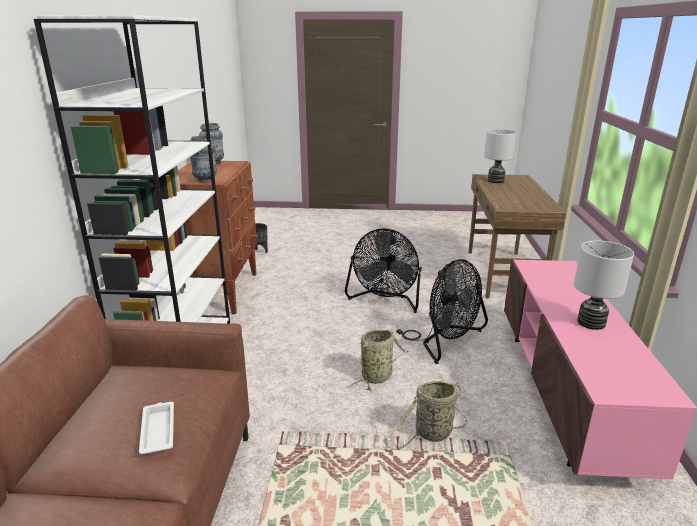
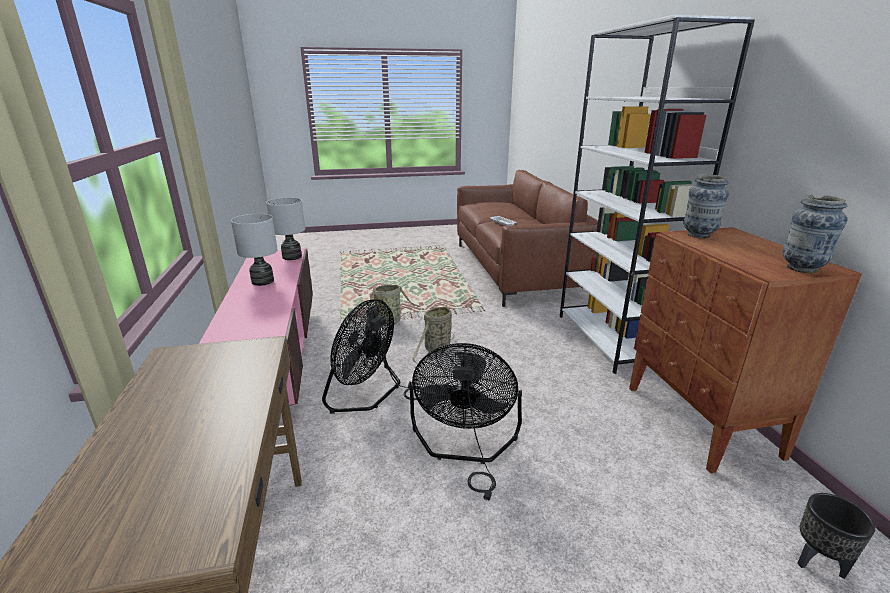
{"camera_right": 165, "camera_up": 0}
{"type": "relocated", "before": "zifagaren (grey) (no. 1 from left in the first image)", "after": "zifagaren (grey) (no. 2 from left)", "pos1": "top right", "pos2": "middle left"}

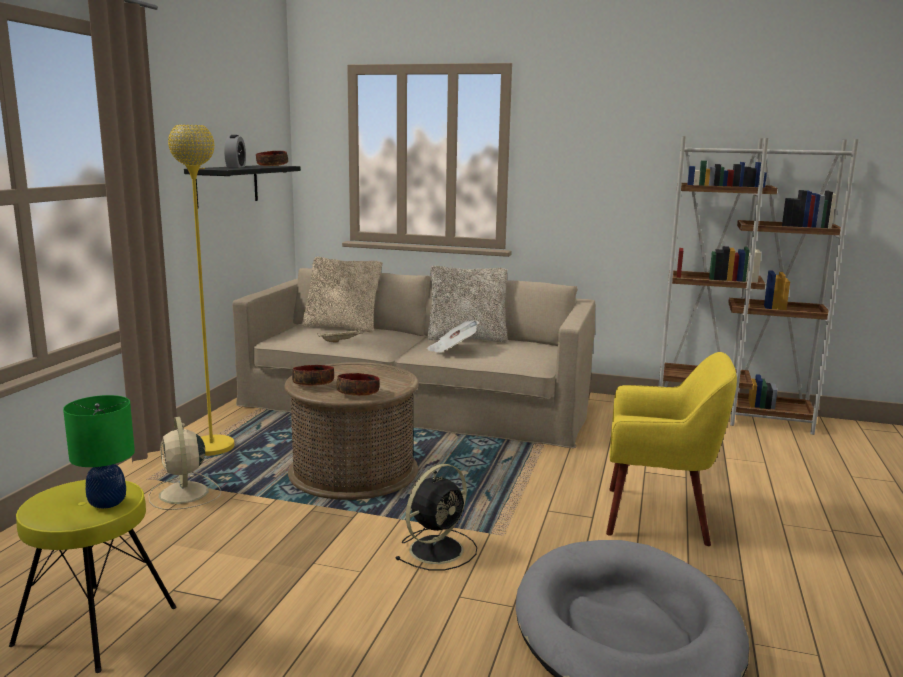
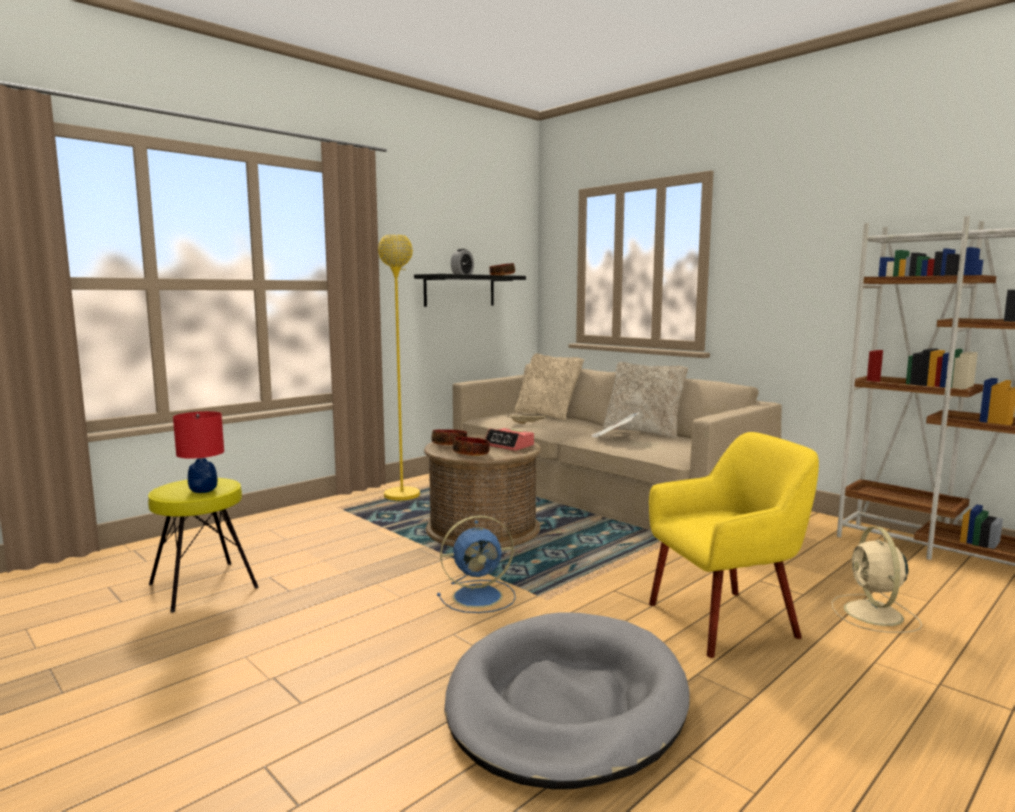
{"camera_right": 30, "camera_up": -5}
{"type": "spun", "before": "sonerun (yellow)", "pos1": "middle right", "pos2": "bottom right", "turn": -60}
{"type": "colour", "before": "zifagaren (green)", "after": "zifagaren (red)", "pos1": "bottom left", "pos2": "middle left"}
{"type": "relocated", "before": "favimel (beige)", "pos1": "bottom left", "pos2": "bottom right"}
{"type": "colour", "before": "favimel (black)", "after": "favimel (blue)", "pos1": "bottom centre", "pos2": "bottom centre"}
{"type": "appeared", "after": "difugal (no. 2 from left)", "pos2": "centre"}

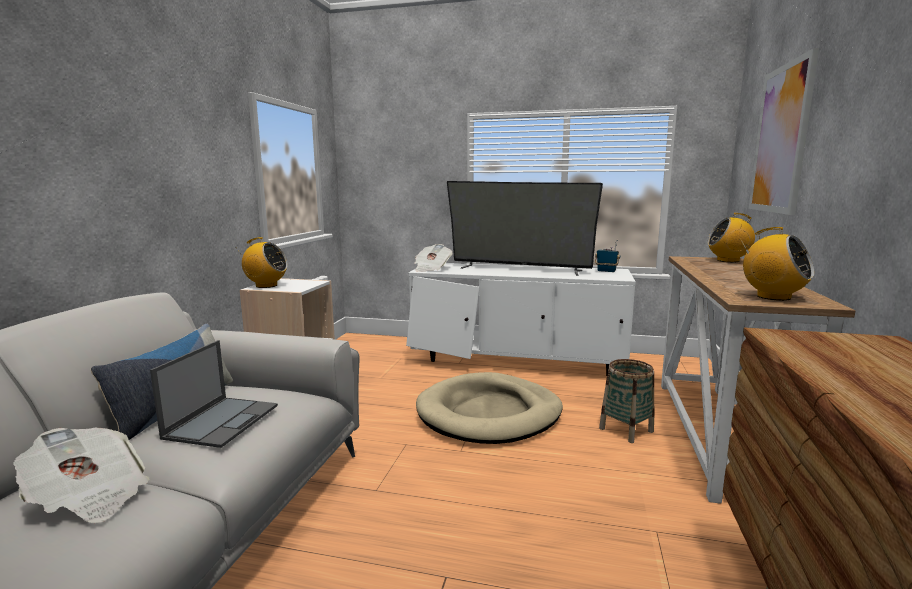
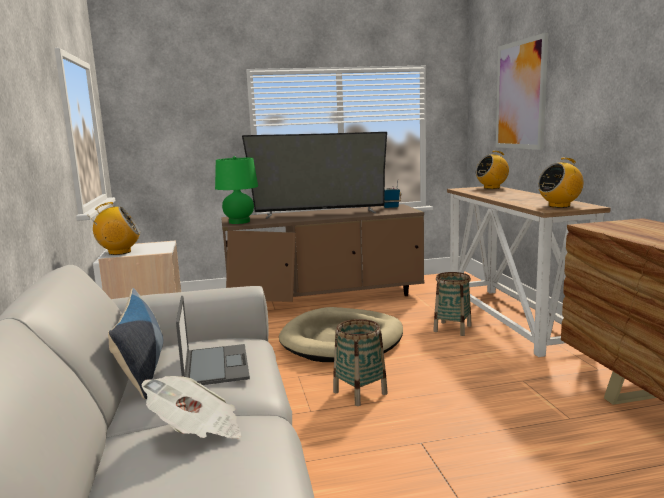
{"camera_right": -25, "camera_up": 0}
{"type": "spun", "before": "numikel (no. 4 from left)", "pos1": "middle right", "pos2": "middle right", "turn": 135}
{"type": "exchanged", "before": "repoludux (no. 2 from left)", "after": "zifagaren (green)", "pos1": "centre", "pos2": "centre"}
{"type": "colour", "before": "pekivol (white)", "after": "pekivol (brown)", "pos1": "centre", "pos2": "centre"}
{"type": "appeared", "after": "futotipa (no. 1 from left)", "pos2": "bottom centre"}

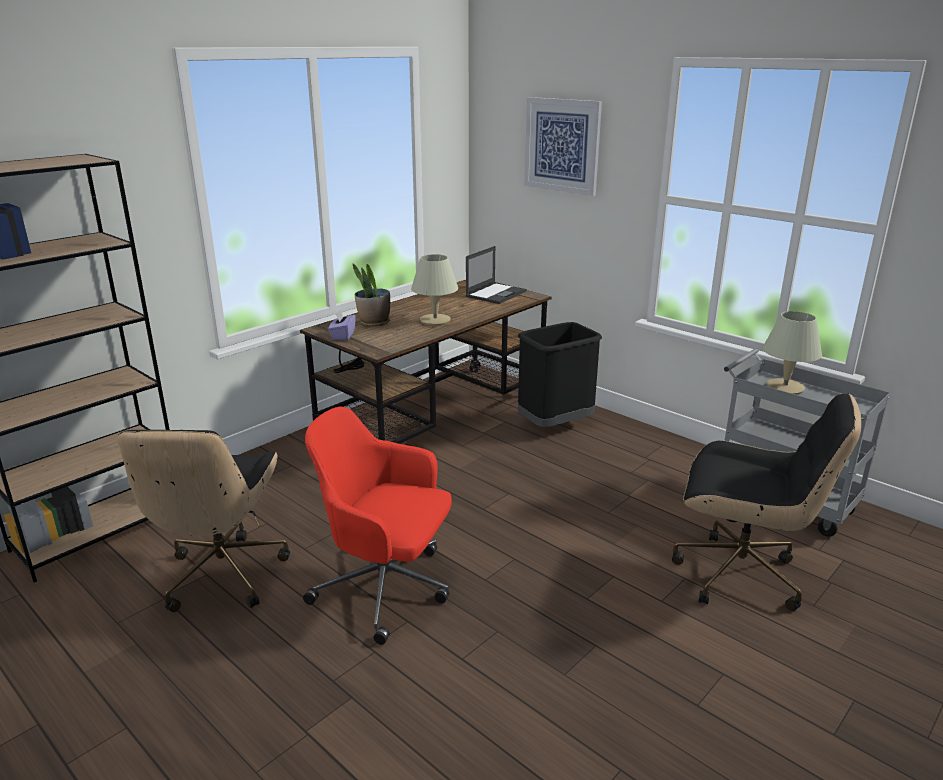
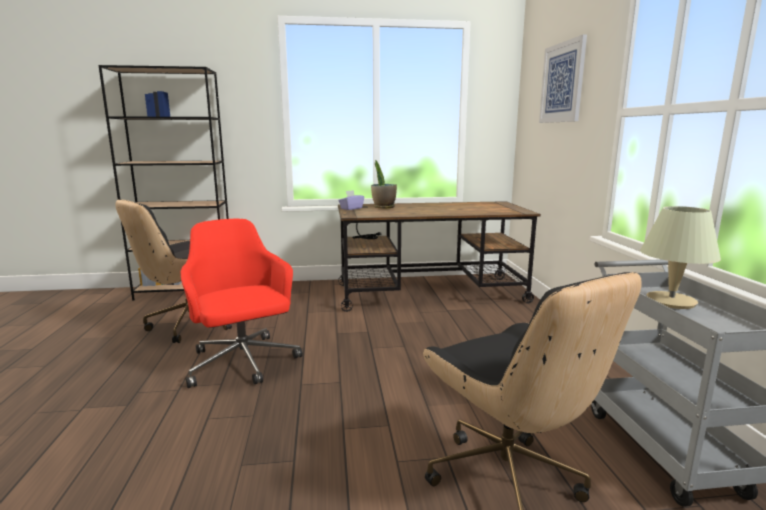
{"camera_right": 40, "camera_up": -10}
{"type": "missing", "before": "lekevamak", "pos1": "centre"}
{"type": "missing", "before": "zifagaren (beige) (no. 1 from left)", "pos1": "centre"}
{"type": "missing", "before": "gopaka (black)", "pos1": "centre"}

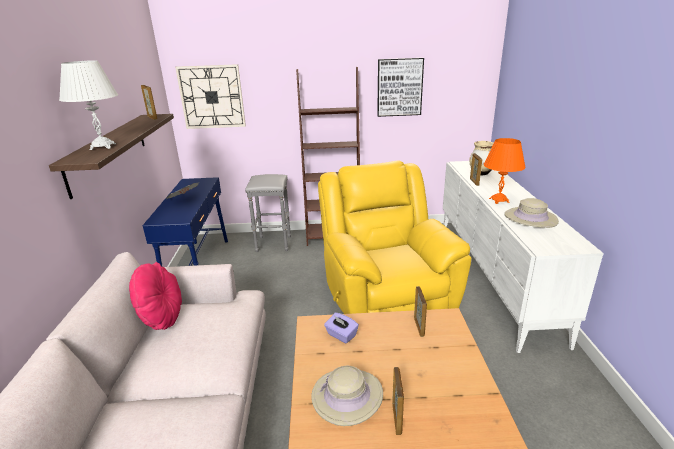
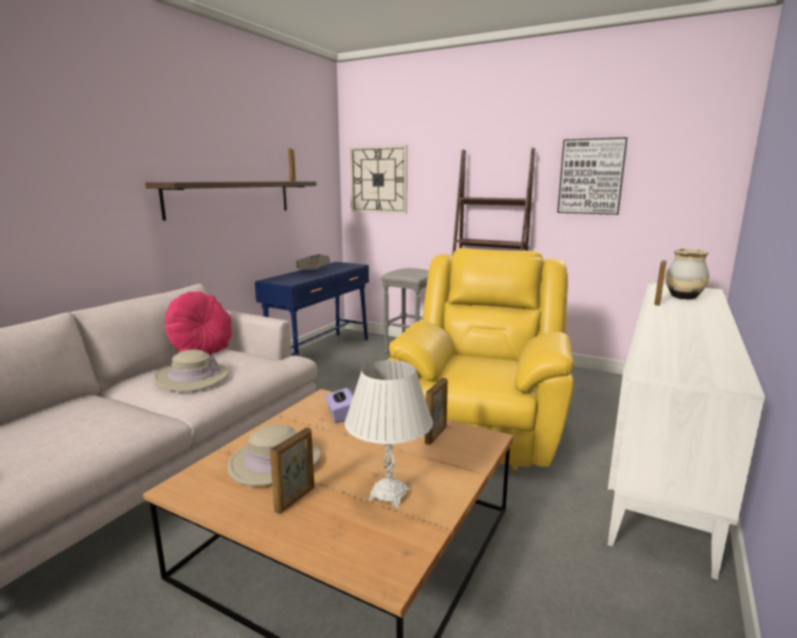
{"camera_right": 30, "camera_up": -10}
{"type": "relocated", "before": "zifagaren (white)", "pos1": "top left", "pos2": "bottom centre"}
{"type": "missing", "before": "zifagaren (orange)", "pos1": "middle right"}
{"type": "relocated", "before": "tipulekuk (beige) (no. 2 from left in the first image)", "after": "tipulekuk (beige) (no. 1 from left)", "pos1": "middle right", "pos2": "middle left"}

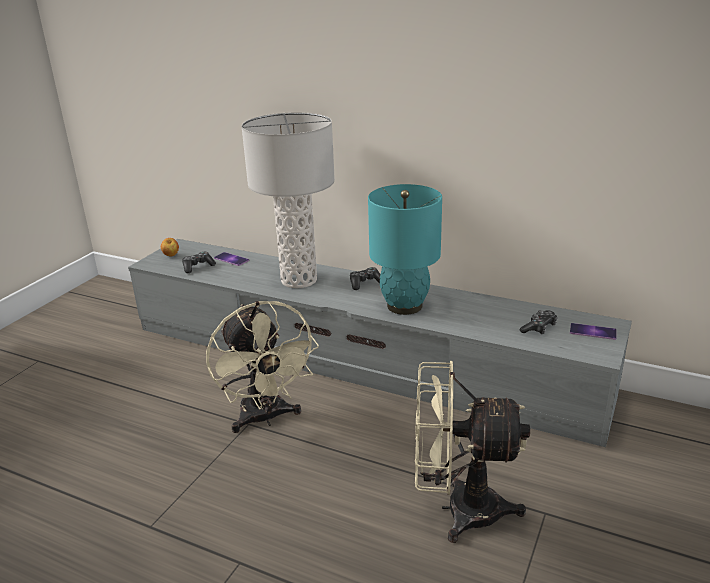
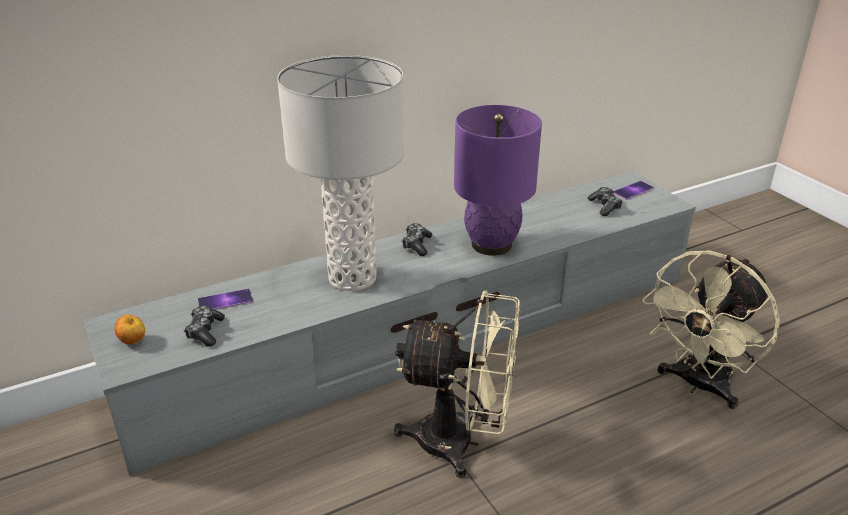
{"camera_right": -55, "camera_up": 5}
{"type": "colour", "before": "zifagaren (turquoise)", "after": "zifagaren (purple)", "pos1": "centre", "pos2": "centre"}

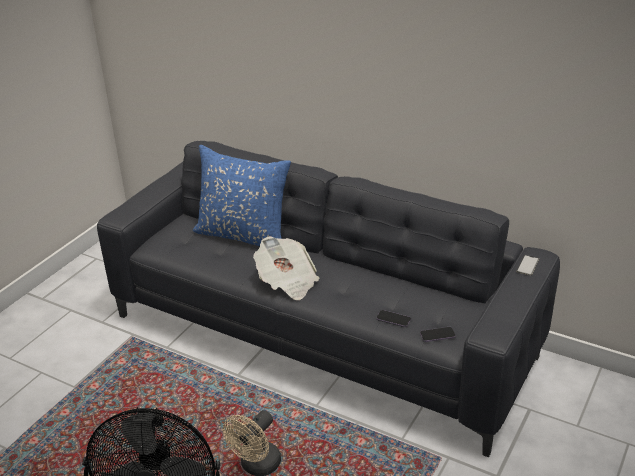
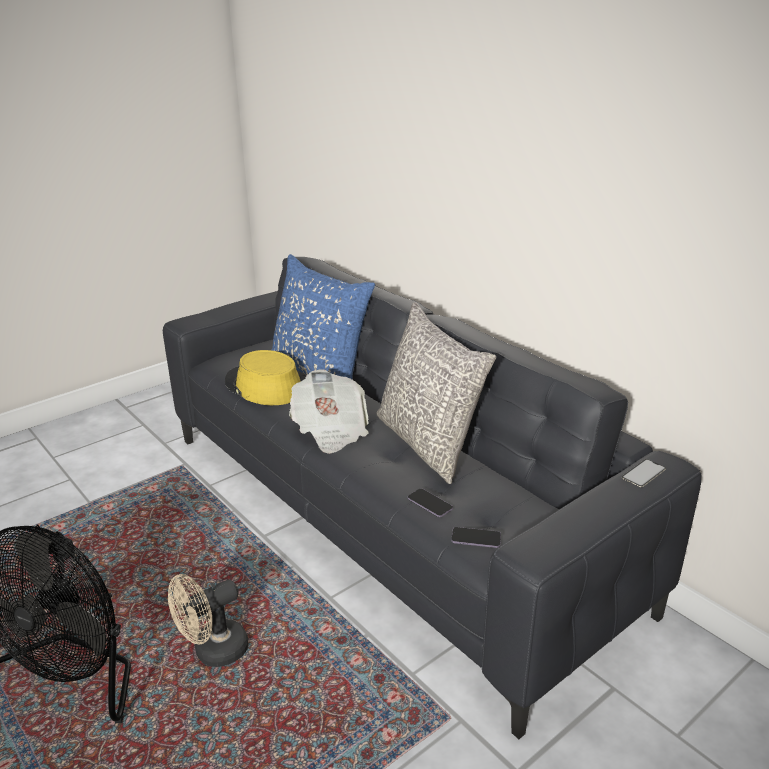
{"camera_right": 20, "camera_up": -5}
{"type": "appeared", "after": "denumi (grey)", "pos2": "centre"}
{"type": "appeared", "after": "tipulekuk (yellow)", "pos2": "centre"}

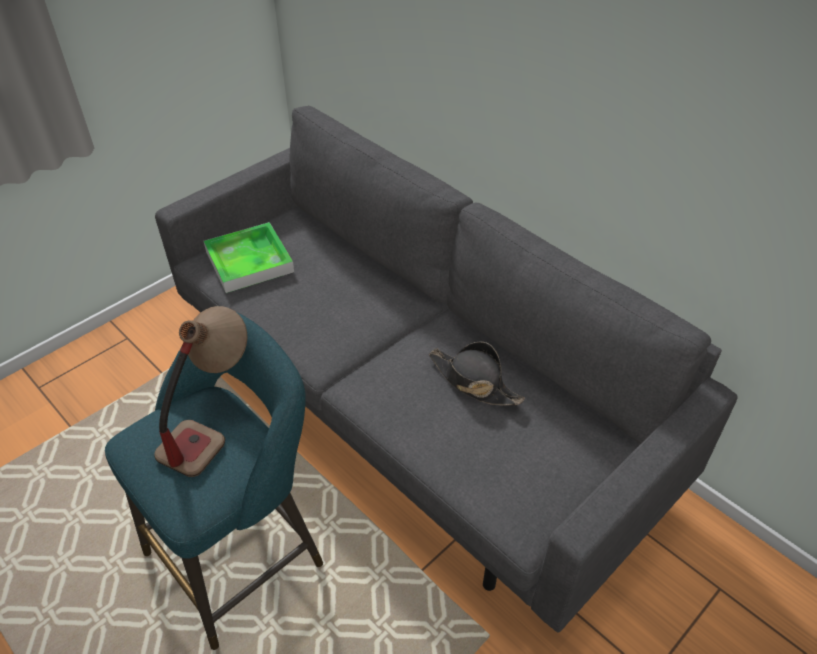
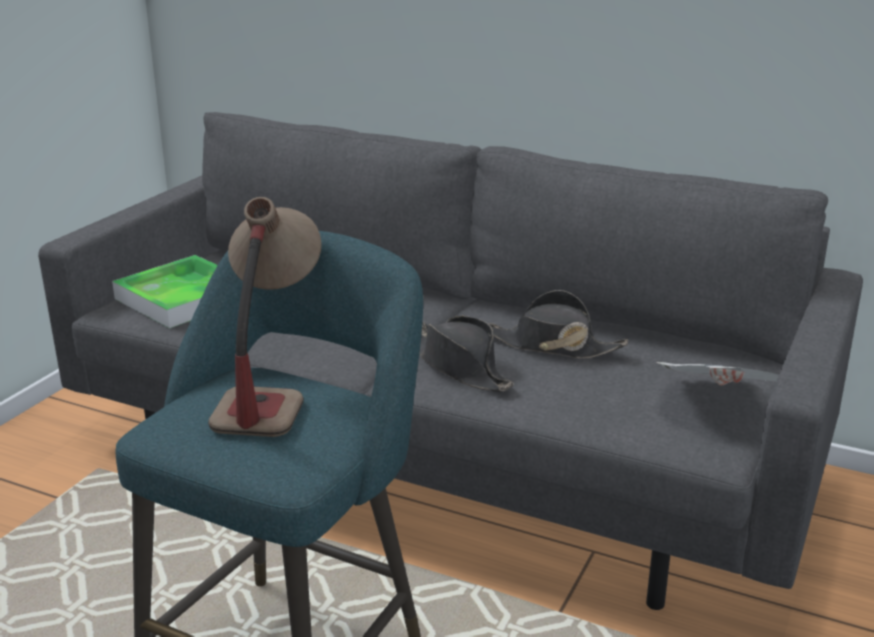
{"camera_right": -20, "camera_up": -20}
{"type": "appeared", "after": "tipulekuk (black) (no. 1 from left)", "pos2": "centre"}
{"type": "appeared", "after": "repoludux", "pos2": "middle right"}

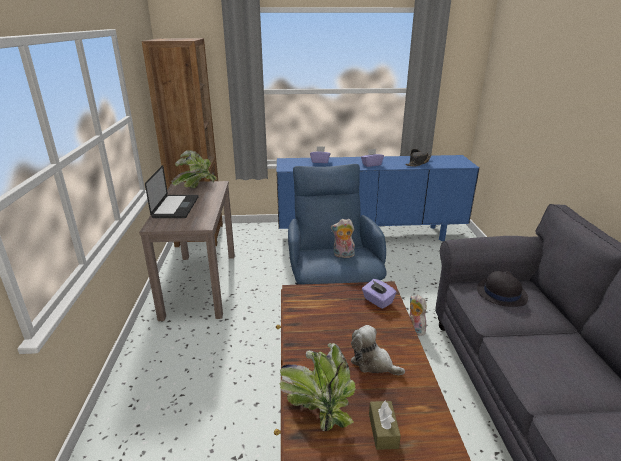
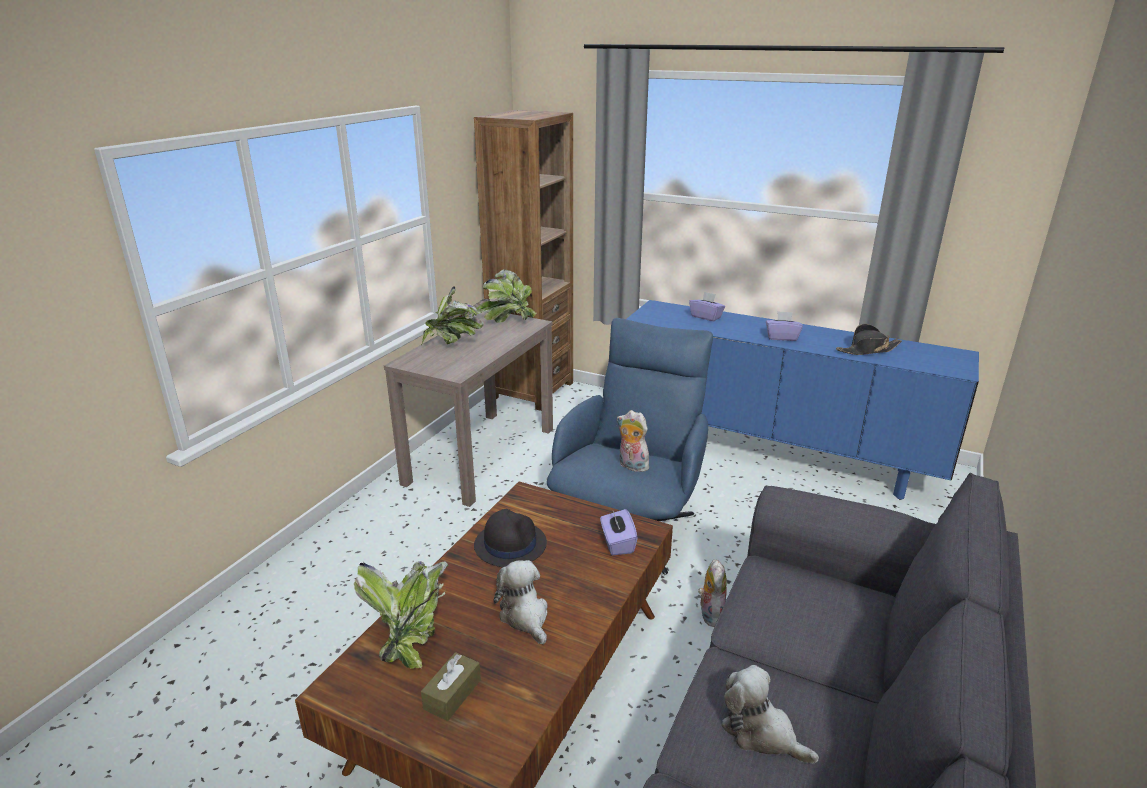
{"camera_right": 30, "camera_up": 0}
{"type": "exchanged", "before": "lekevamak", "after": "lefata (no. 2 from left)", "pos1": "middle left", "pos2": "centre"}
{"type": "relocated", "before": "tipulekuk (black) (no. 2 from left in the first image)", "after": "tipulekuk (black) (no. 1 from left)", "pos1": "middle right", "pos2": "bottom centre"}
{"type": "appeared", "after": "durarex (no. 4 from left)", "pos2": "bottom right"}

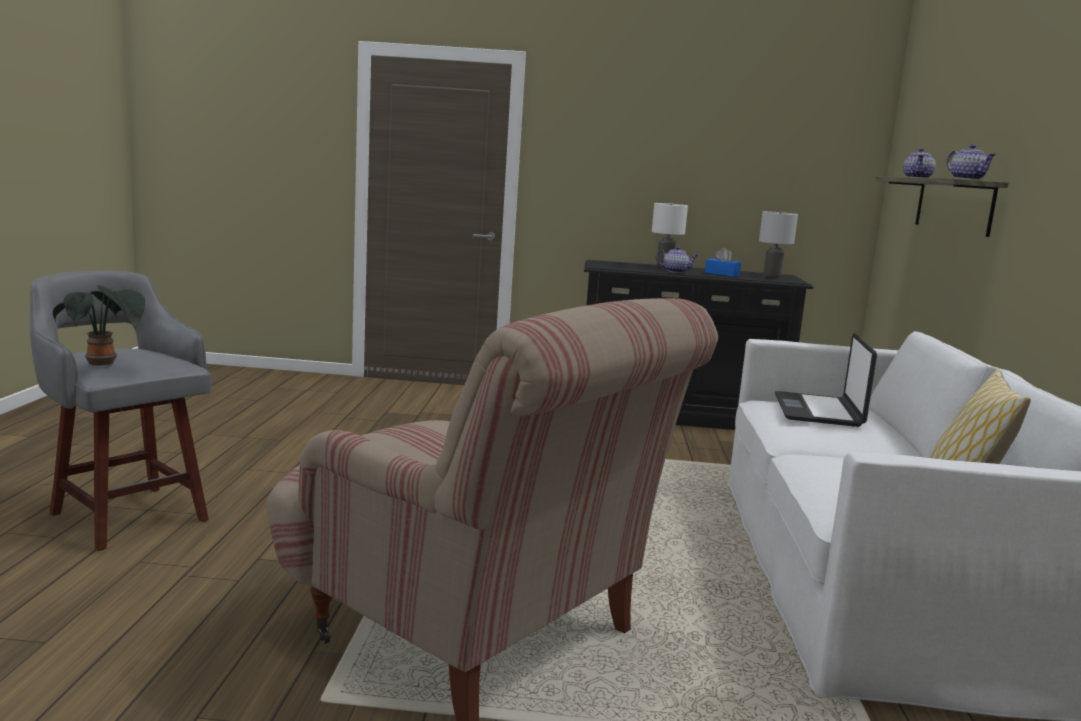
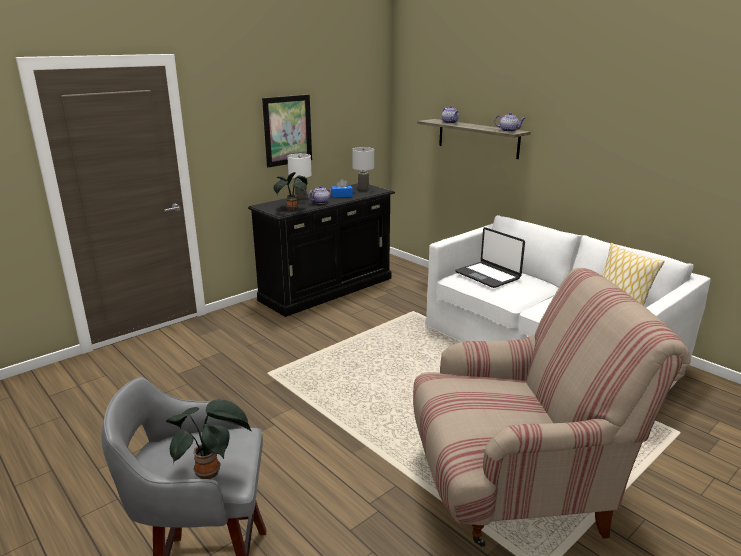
{"camera_right": -45, "camera_up": 10}
{"type": "appeared", "after": "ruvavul", "pos2": "top centre"}
{"type": "appeared", "after": "lefata (no. 2 from left)", "pos2": "centre"}

